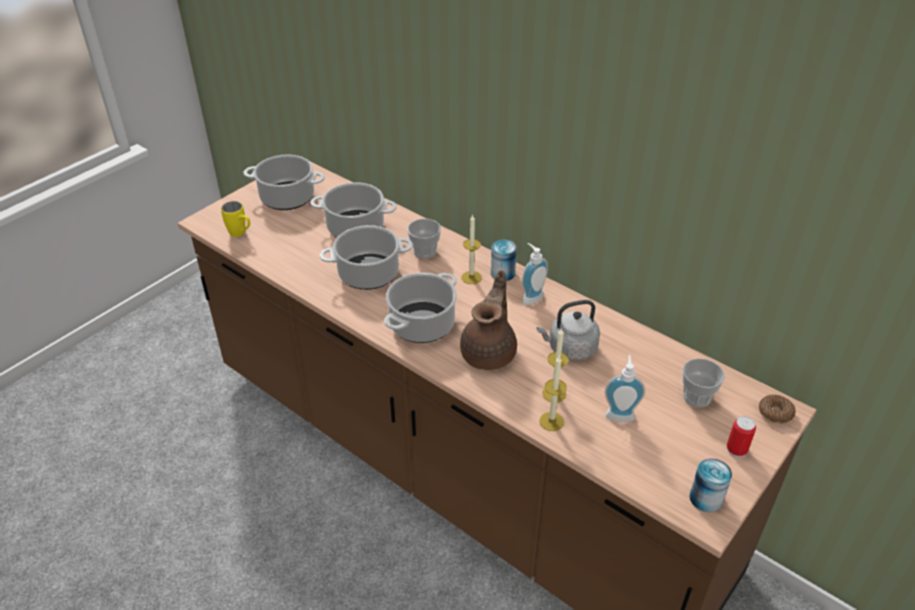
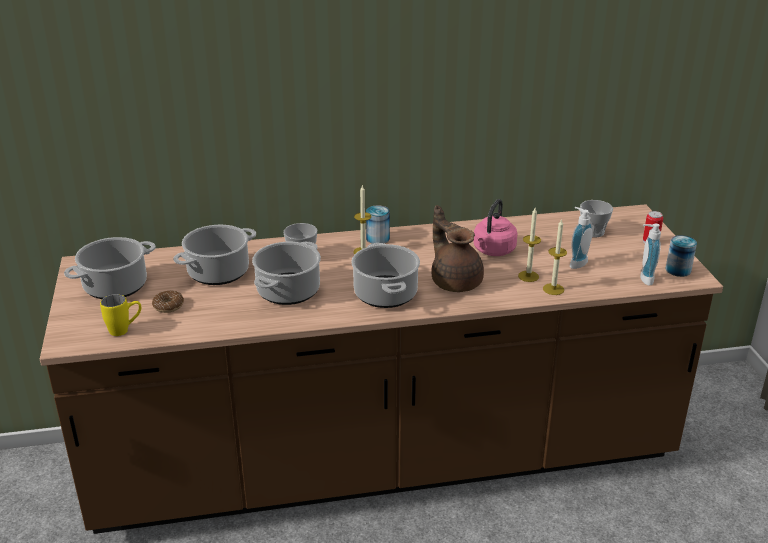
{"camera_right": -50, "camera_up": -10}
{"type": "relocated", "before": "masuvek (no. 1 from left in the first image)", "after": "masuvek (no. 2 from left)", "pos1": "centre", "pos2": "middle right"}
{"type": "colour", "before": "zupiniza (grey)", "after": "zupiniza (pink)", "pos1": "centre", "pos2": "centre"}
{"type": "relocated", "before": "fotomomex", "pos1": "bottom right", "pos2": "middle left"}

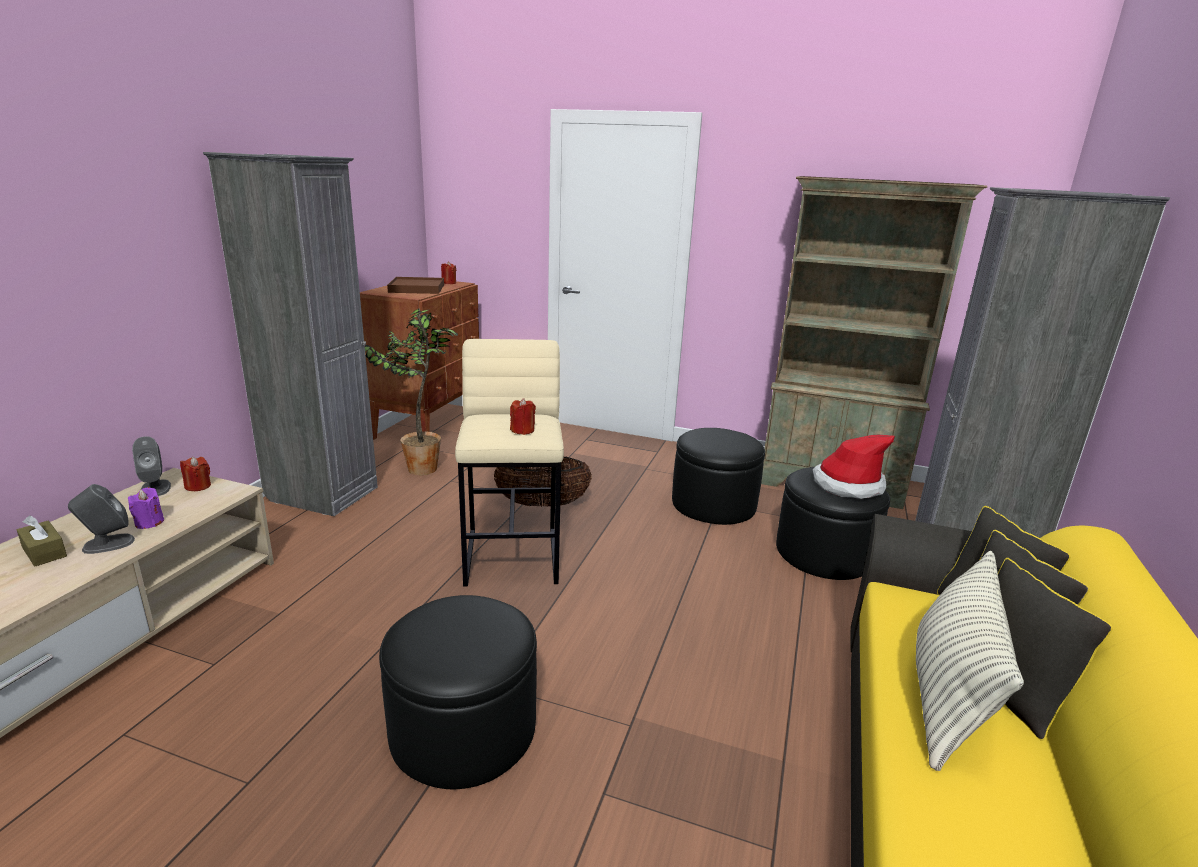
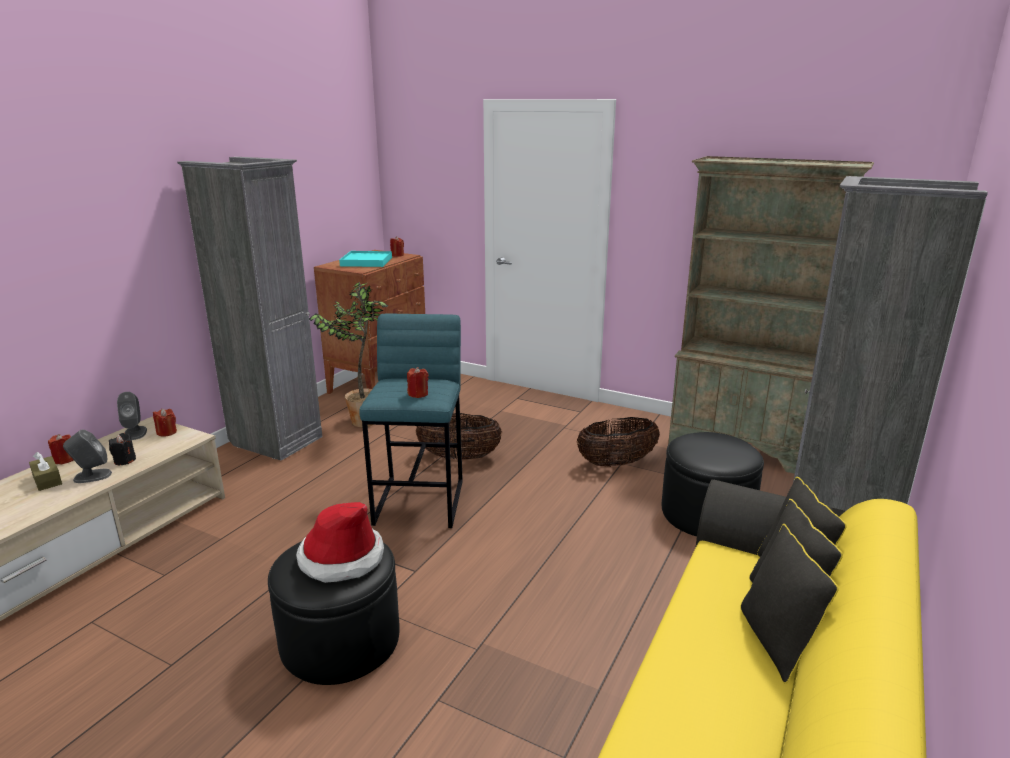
{"camera_right": 10, "camera_up": 0}
{"type": "colour", "before": "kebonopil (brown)", "after": "kebonopil (turquoise)", "pos1": "top centre", "pos2": "centre"}
{"type": "colour", "before": "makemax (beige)", "after": "makemax (turquoise)", "pos1": "centre", "pos2": "centre"}
{"type": "exchanged", "before": "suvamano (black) (no. 2 from left)", "after": "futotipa (no. 2 from left)", "pos1": "centre", "pos2": "centre"}
{"type": "relocated", "before": "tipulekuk", "pos1": "middle right", "pos2": "bottom centre"}
{"type": "colour", "before": "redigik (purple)", "after": "redigik (black)", "pos1": "middle left", "pos2": "middle left"}
{"type": "missing", "before": "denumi", "pos1": "bottom right"}
{"type": "appeared", "after": "redigik (red) (no. 1 from left)", "pos2": "middle left"}

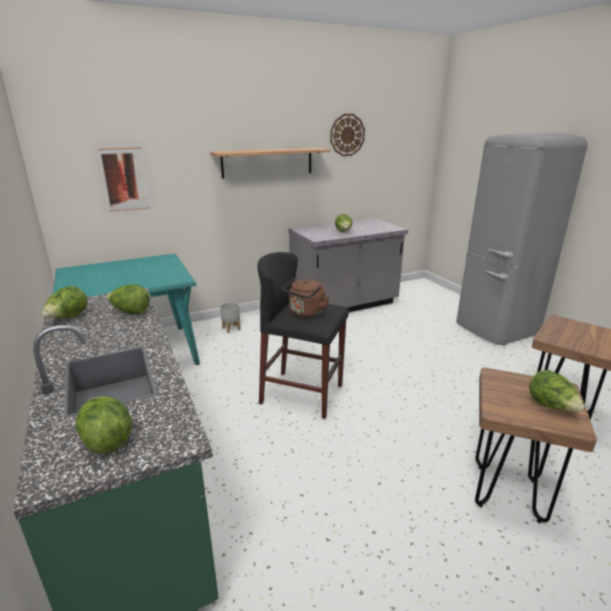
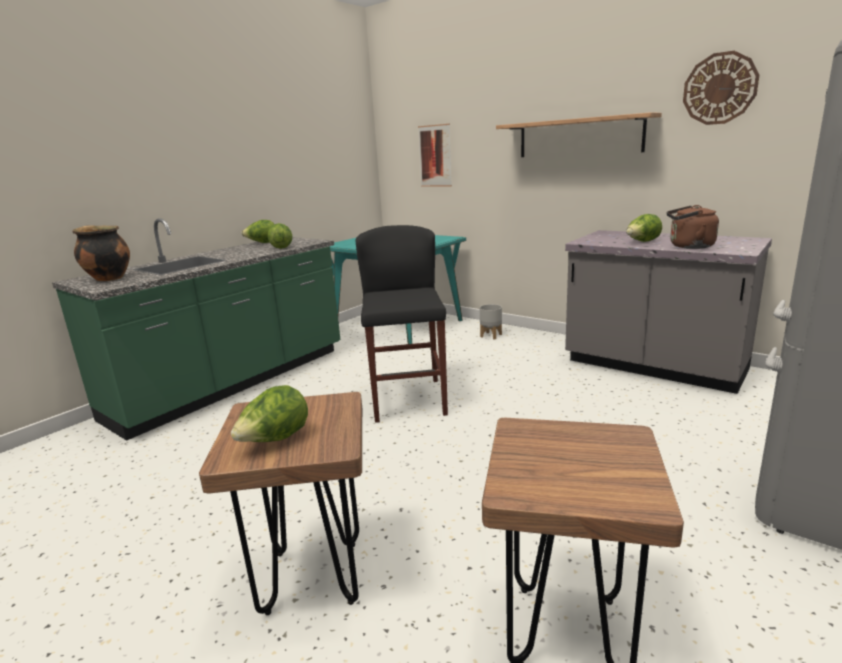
{"camera_right": 65, "camera_up": -5}
{"type": "relocated", "before": "zupiniza (brown)", "pos1": "centre", "pos2": "middle right"}
{"type": "exchanged", "before": "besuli (no. 2 from left)", "after": "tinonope", "pos1": "bottom left", "pos2": "middle left"}

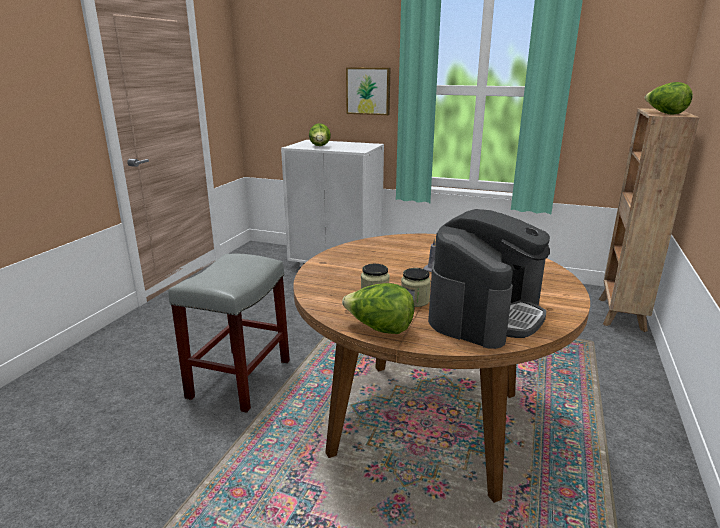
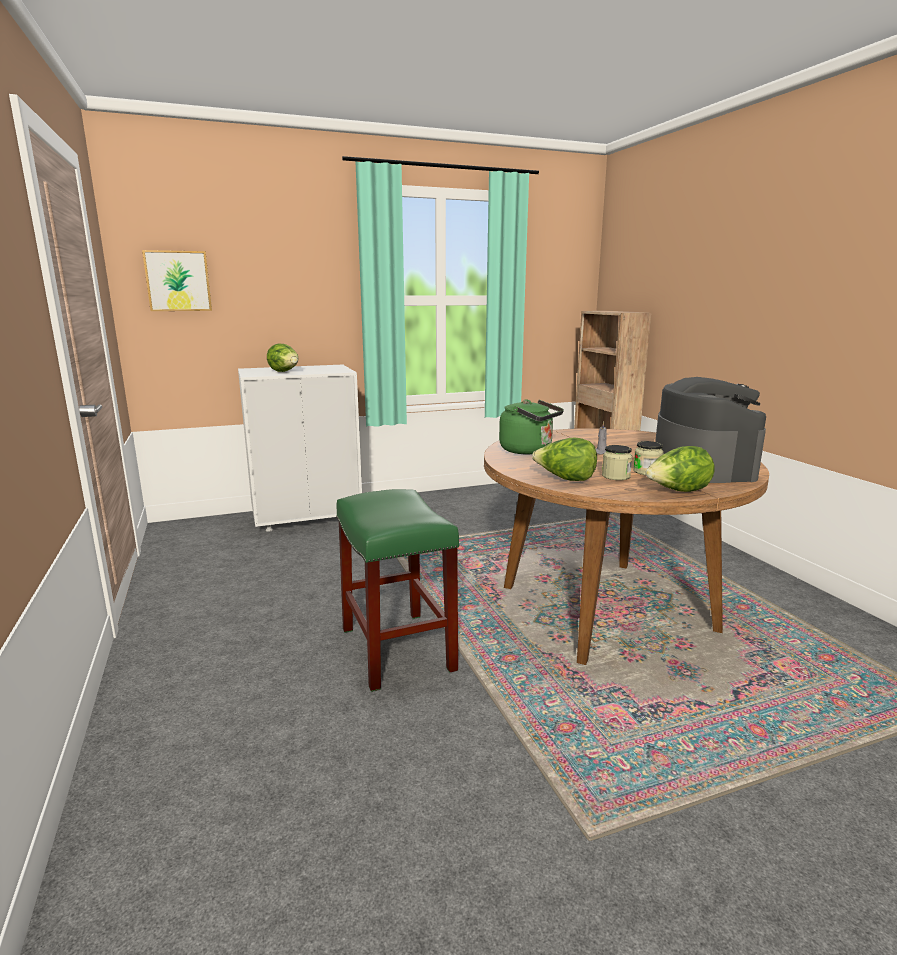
{"camera_right": -40, "camera_up": -5}
{"type": "relocated", "before": "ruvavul", "pos1": "top centre", "pos2": "top left"}
{"type": "relocated", "before": "besuli (no. 3 from left in the first image)", "after": "besuli (no. 2 from left)", "pos1": "top right", "pos2": "centre"}
{"type": "colour", "before": "makemax (grey)", "after": "makemax (green)", "pos1": "middle left", "pos2": "centre"}
{"type": "appeared", "after": "zupiniza (green)", "pos2": "centre"}

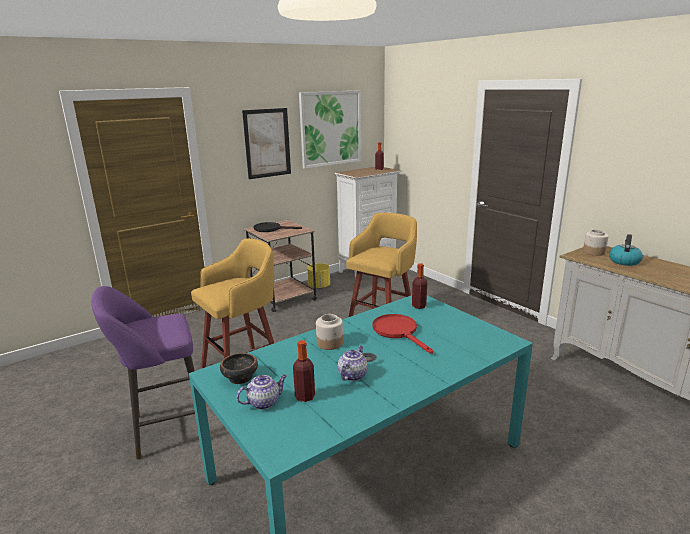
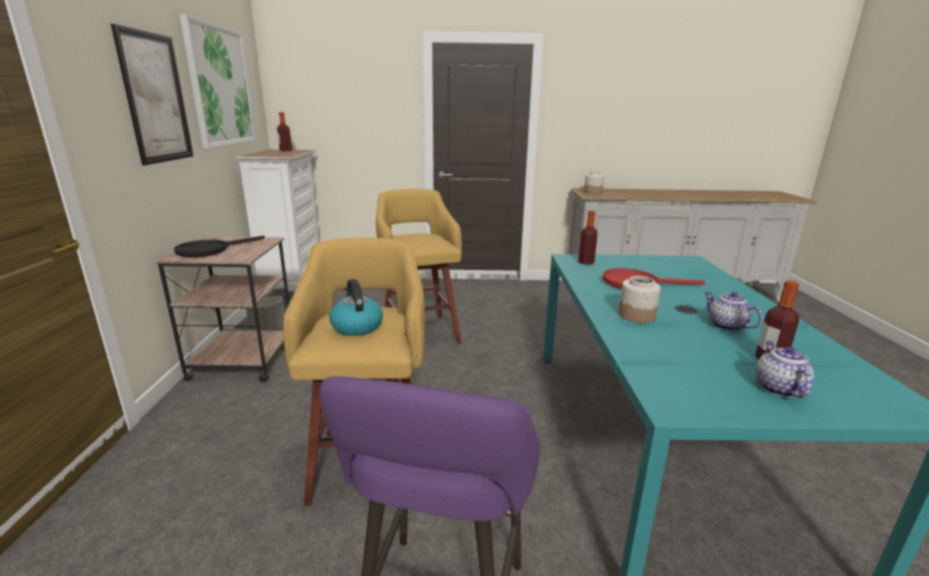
{"camera_right": -55, "camera_up": 0}
{"type": "relocated", "before": "zupiniza", "pos1": "middle right", "pos2": "centre"}
{"type": "colour", "before": "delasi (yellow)", "after": "delasi (grey)", "pos1": "centre", "pos2": "middle left"}
{"type": "missing", "before": "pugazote", "pos1": "bottom centre"}

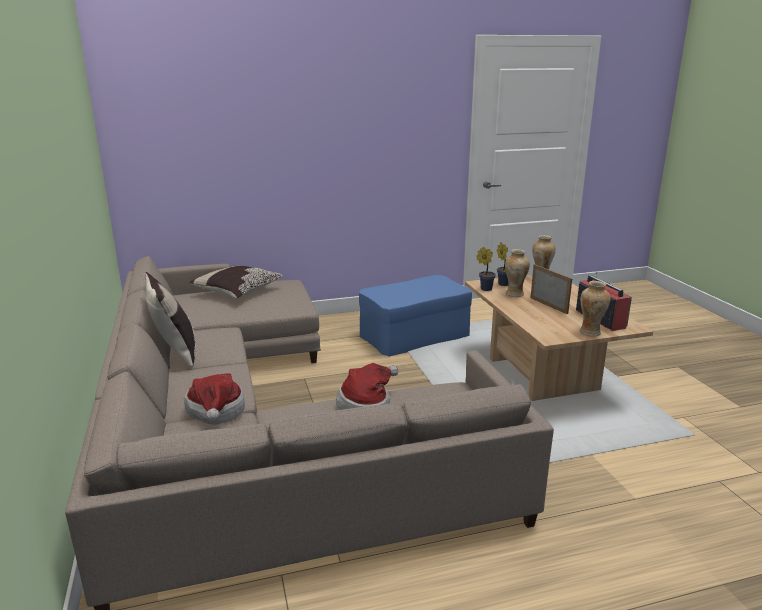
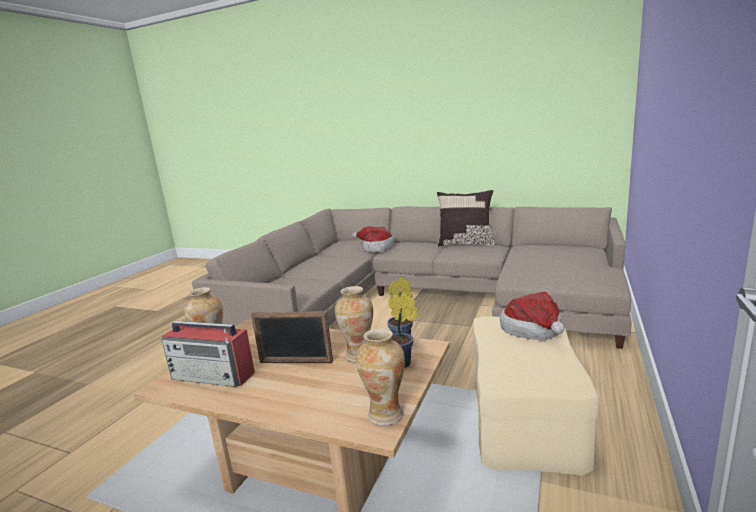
{"camera_right": 130, "camera_up": -5}
{"type": "missing", "before": "denumi (no. 2 from left)", "pos1": "middle left"}
{"type": "colour", "before": "suvamano (blue)", "after": "suvamano (beige)", "pos1": "centre", "pos2": "bottom right"}
{"type": "relocated", "before": "tipulekuk (no. 2 from left)", "pos1": "centre", "pos2": "middle right"}

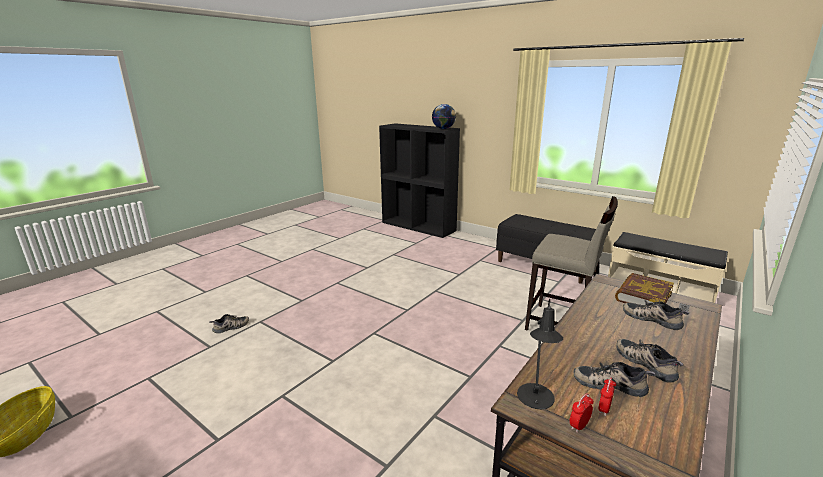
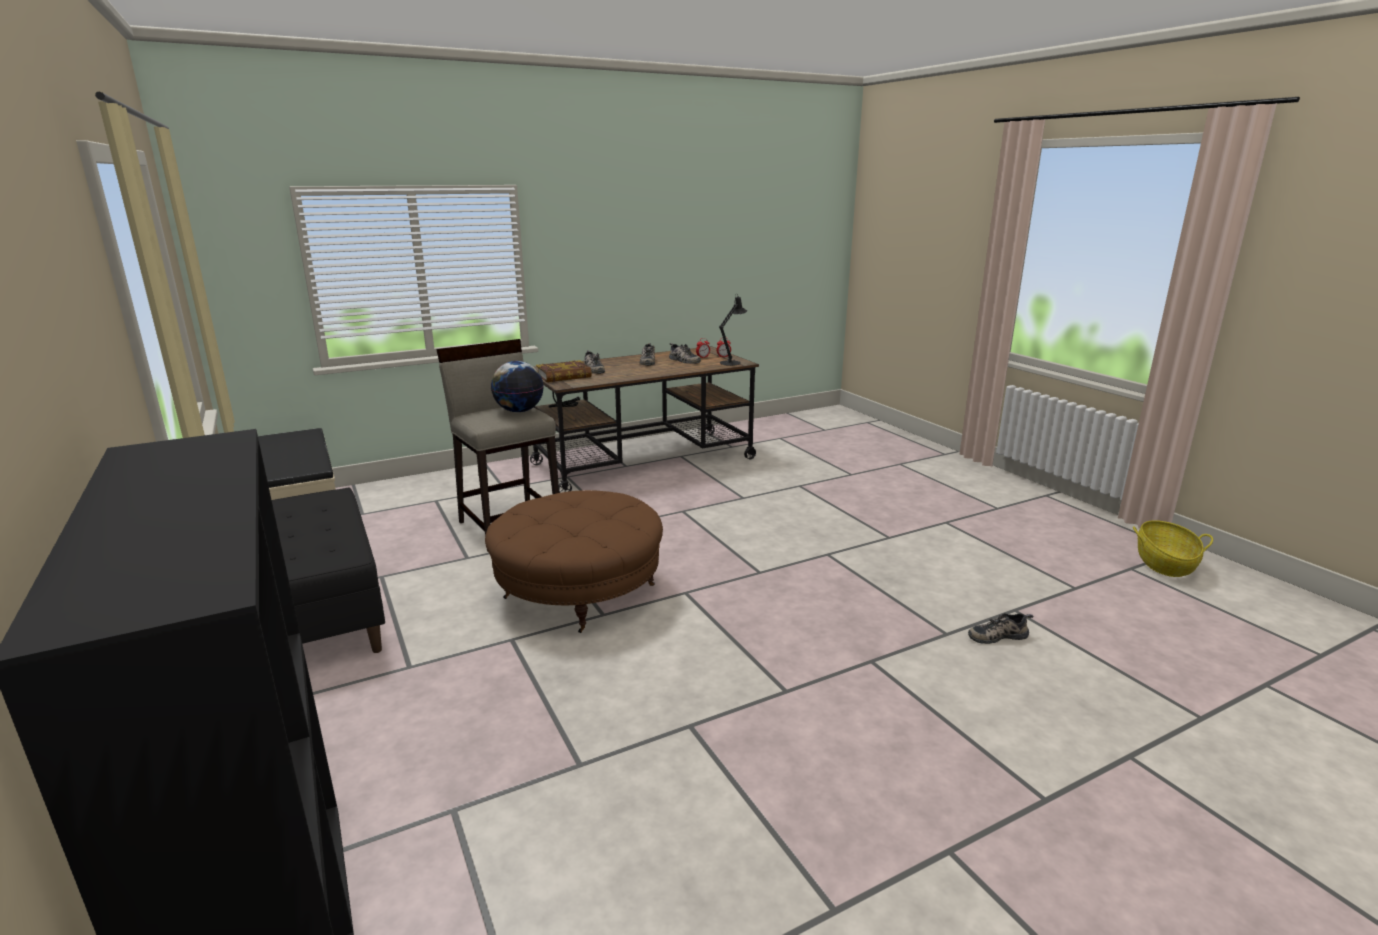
{"camera_right": -155, "camera_up": 0}
{"type": "relocated", "before": "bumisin", "pos1": "top centre", "pos2": "centre"}
{"type": "appeared", "after": "suvamano (brown)", "pos2": "centre"}

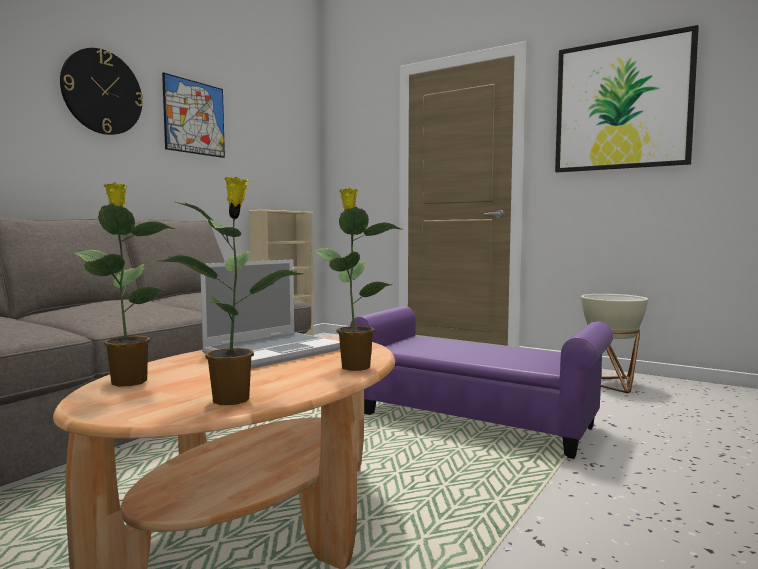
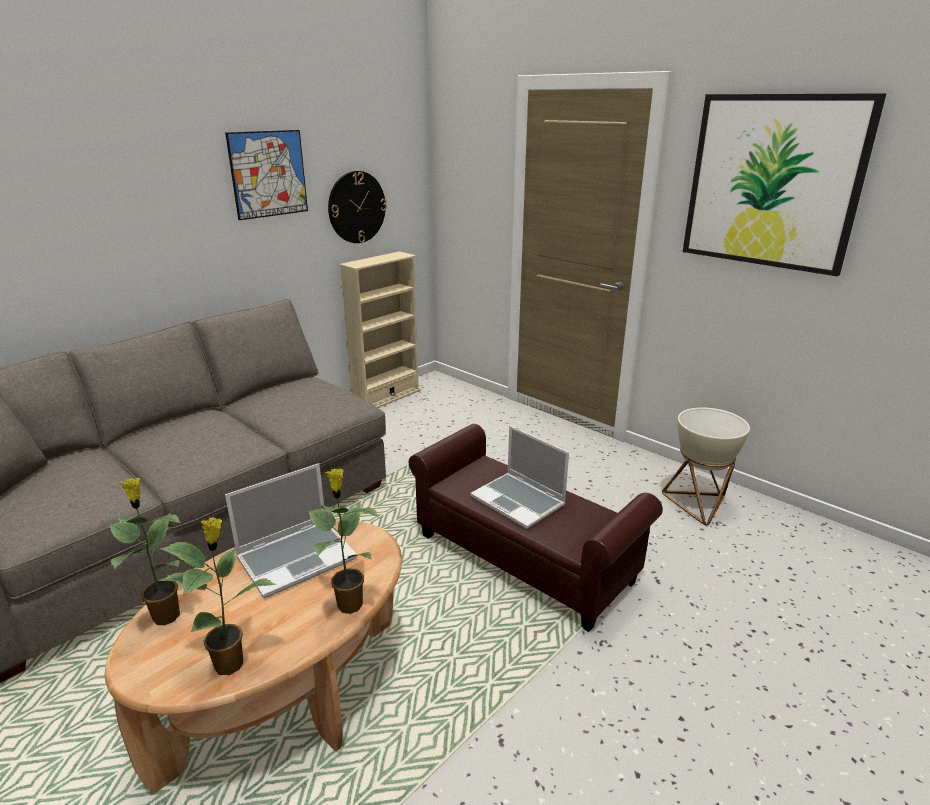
{"camera_right": 10, "camera_up": 20}
{"type": "relocated", "before": "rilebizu", "pos1": "top left", "pos2": "top centre"}
{"type": "colour", "before": "suvamano (purple)", "after": "suvamano (brown)", "pos1": "bottom centre", "pos2": "centre"}
{"type": "appeared", "after": "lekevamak (no. 2 from left)", "pos2": "centre"}

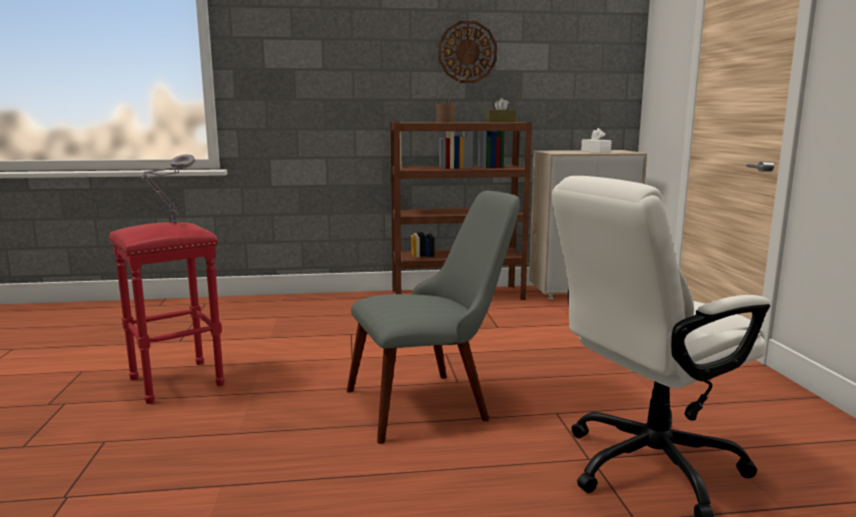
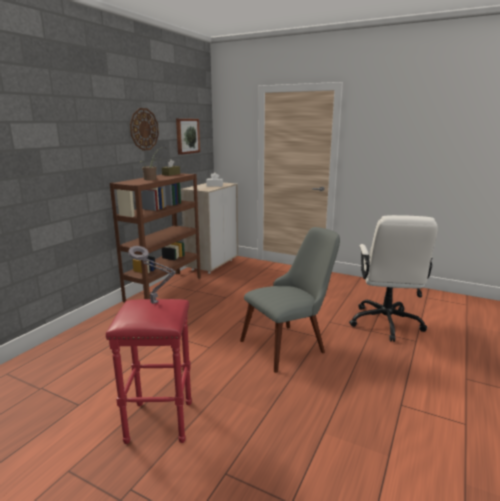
{"camera_right": -55, "camera_up": 5}
{"type": "spun", "before": "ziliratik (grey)", "pos1": "centre", "pos2": "centre", "turn": 45}
{"type": "appeared", "after": "ruvavul", "pos2": "top centre"}

